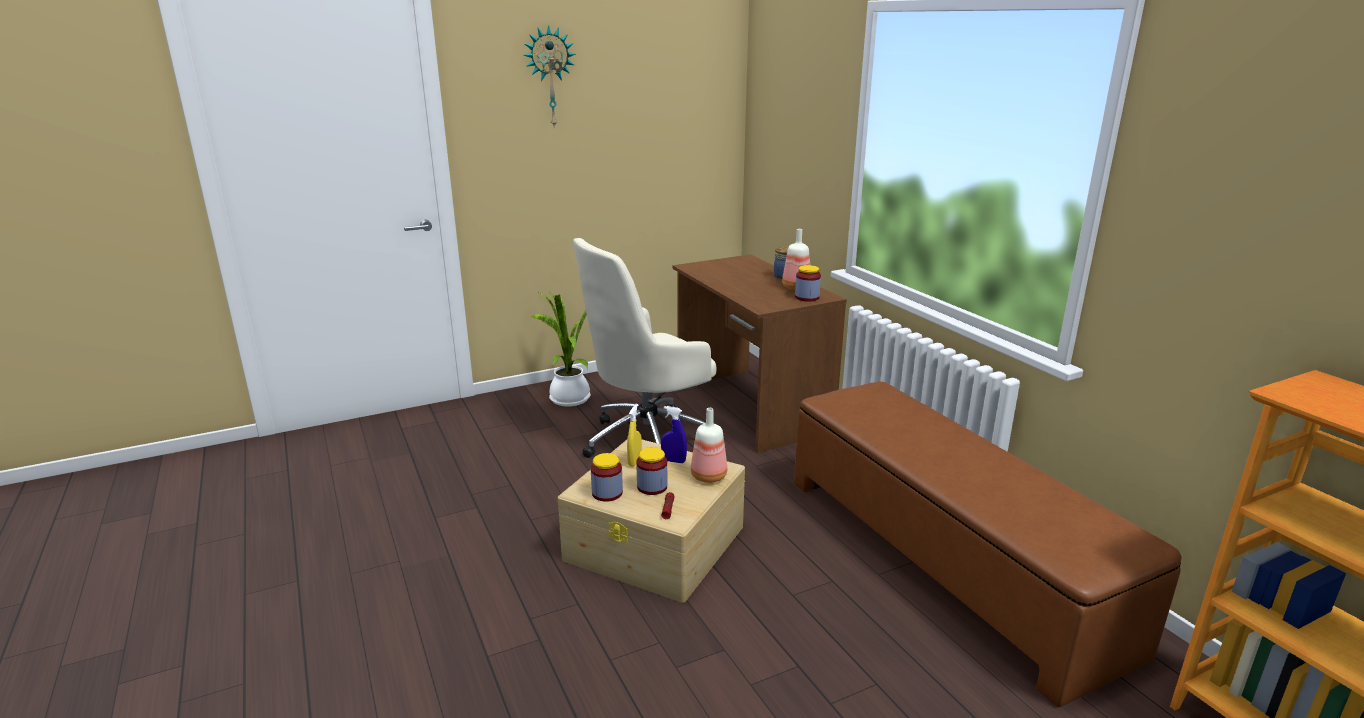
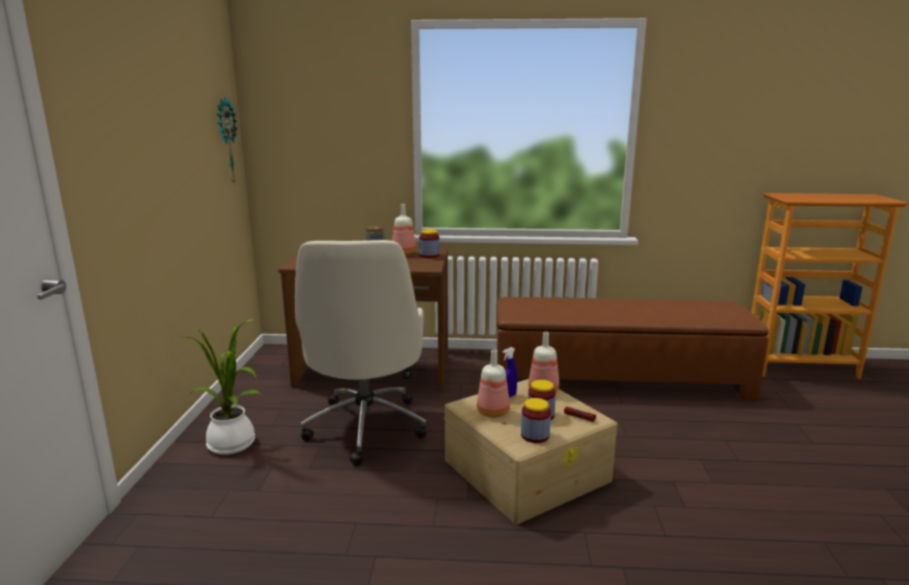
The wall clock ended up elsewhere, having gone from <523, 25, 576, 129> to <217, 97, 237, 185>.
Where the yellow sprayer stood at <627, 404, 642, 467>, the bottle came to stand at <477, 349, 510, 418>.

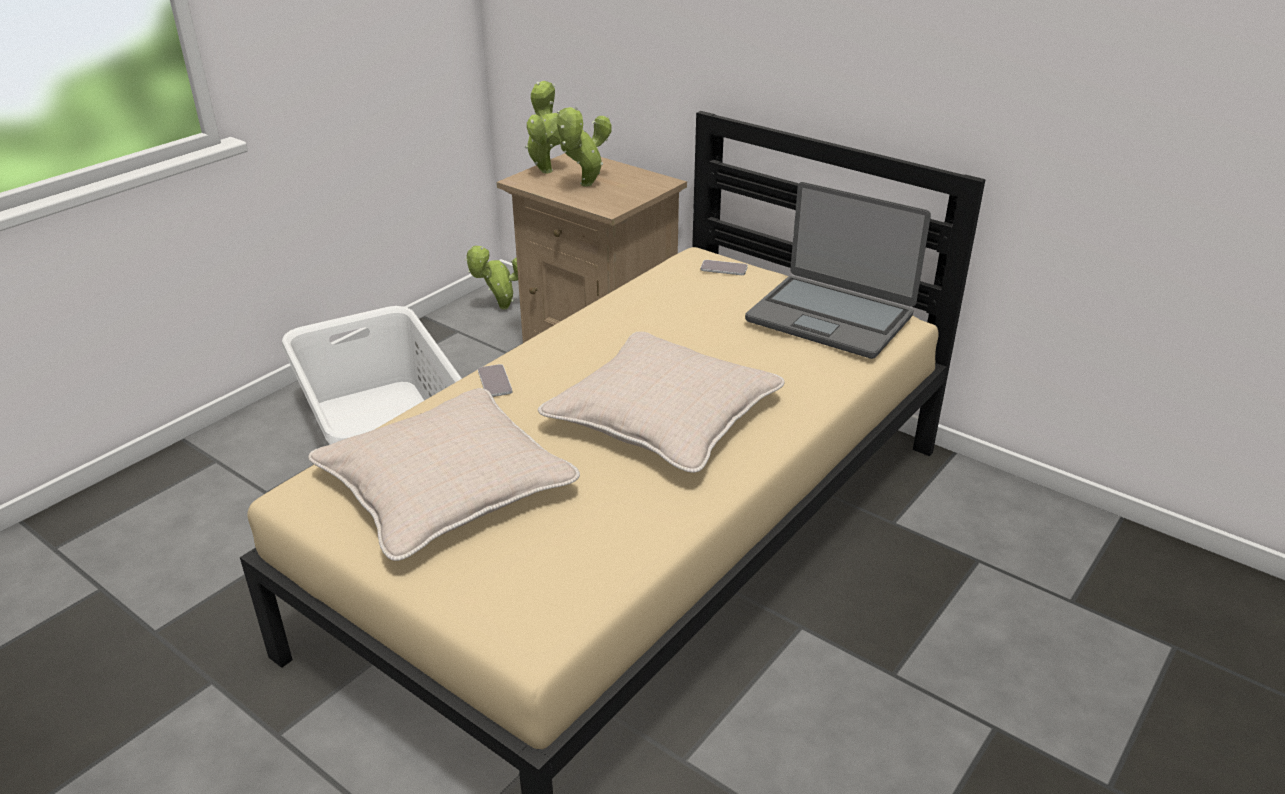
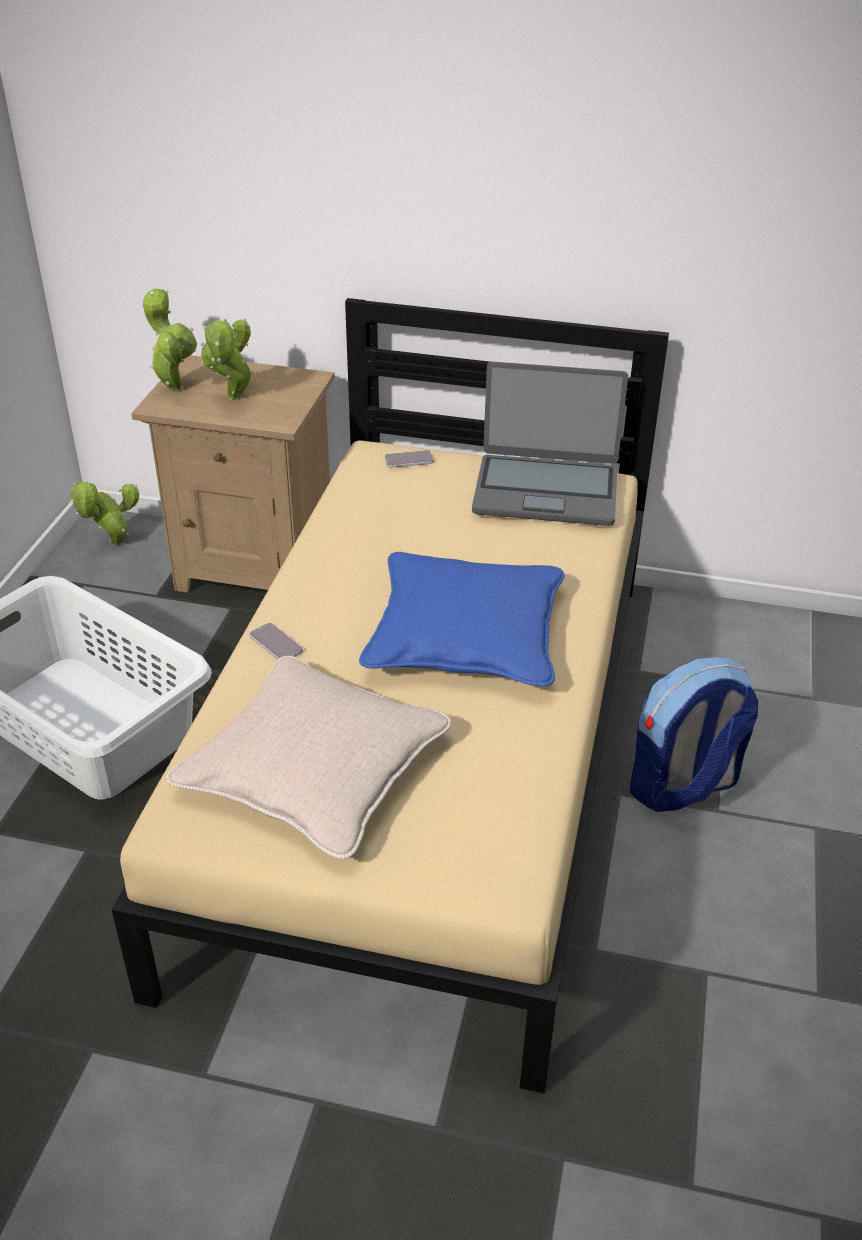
The second view gained the knapsack at <630, 657, 758, 812>.
What was the beige throw pillow at <538, 331, 785, 473> turned into the bluish throw pillow at <359, 552, 564, 686>.

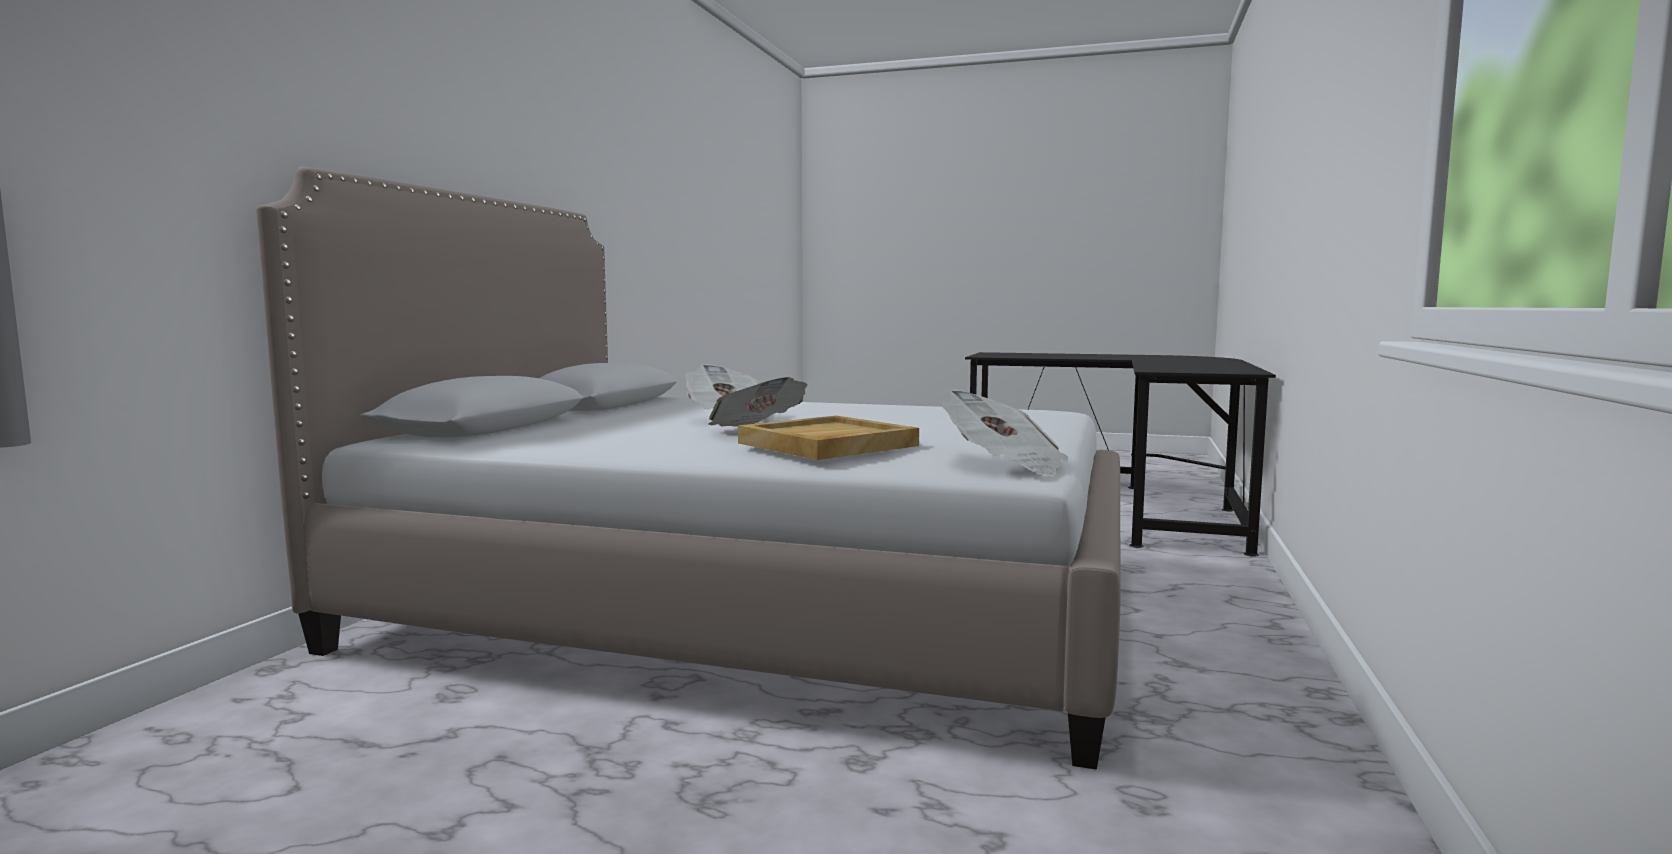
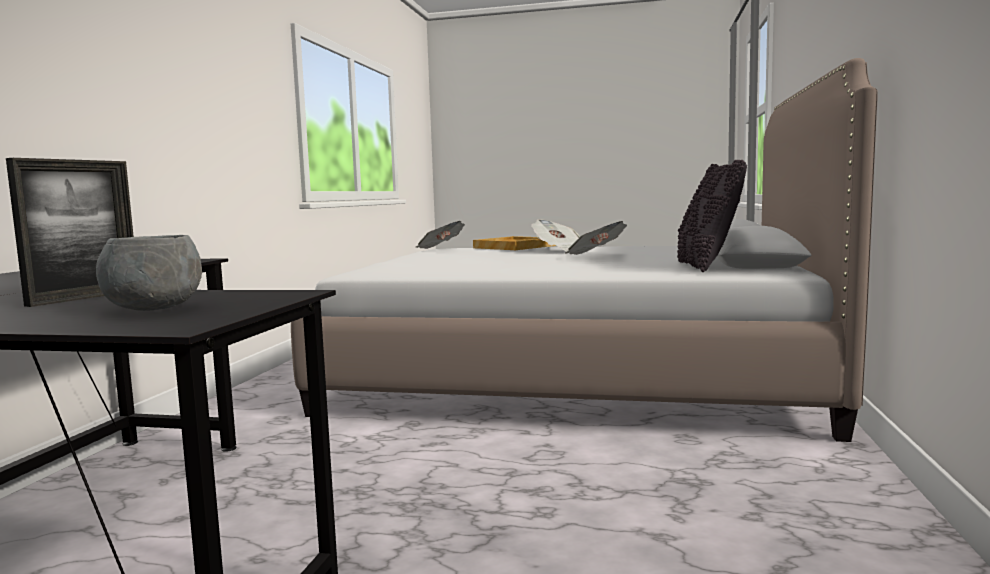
The second view gained the standing frame at <6, 158, 134, 307>.
The second view gained the gray bowl at <96, 235, 202, 311>.
The second view gained the black throw pillow at <677, 160, 747, 272>.

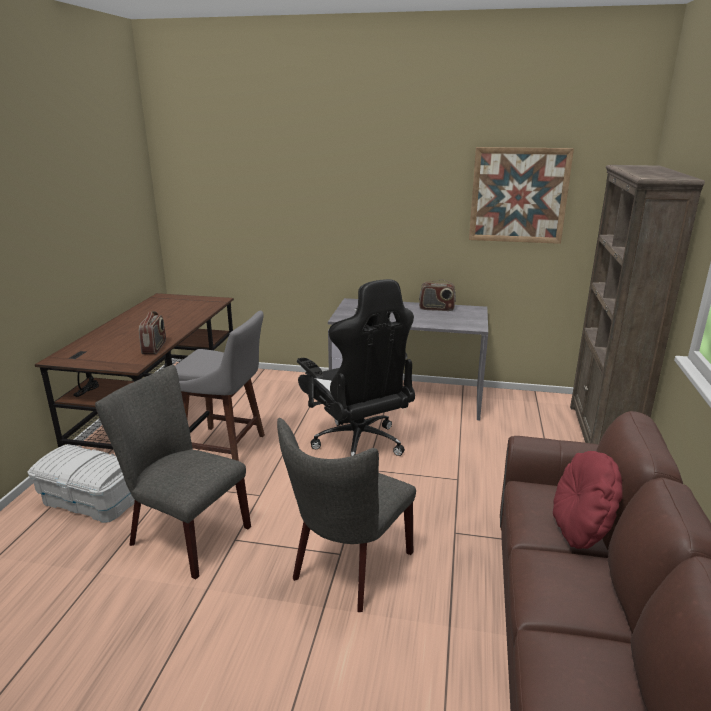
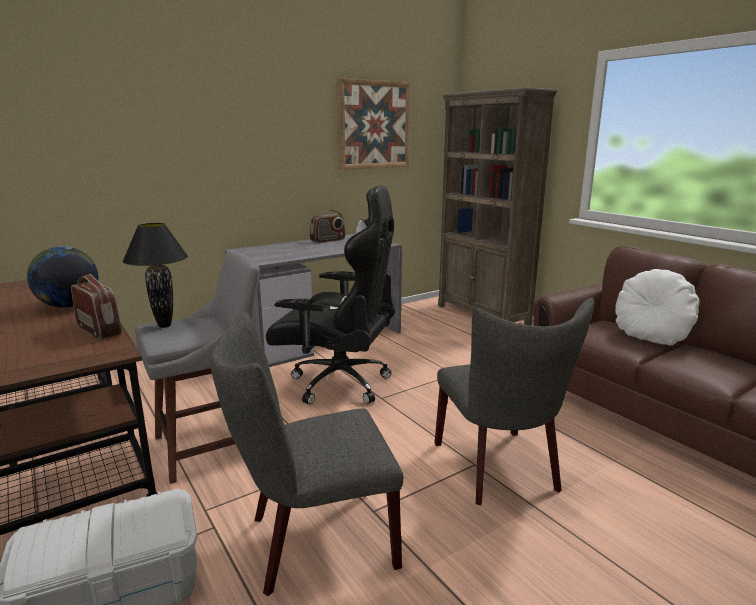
The second view gained the desk globe at <27, 246, 98, 308>.
The second view gained the black tabletop lamp at <123, 223, 188, 328>.
What was the red-coloured throw pillow at <553, 451, 623, 549> turned into the whitish throw pillow at <615, 269, 699, 346>.

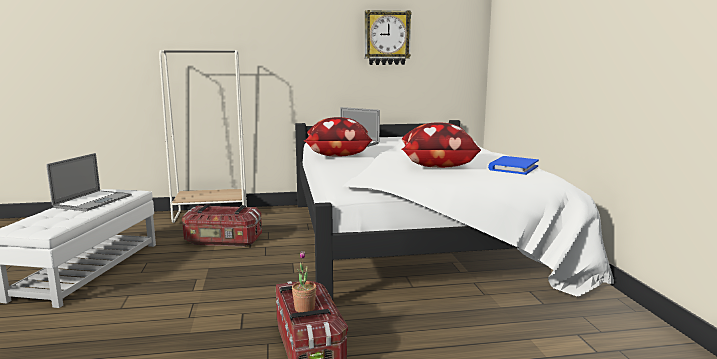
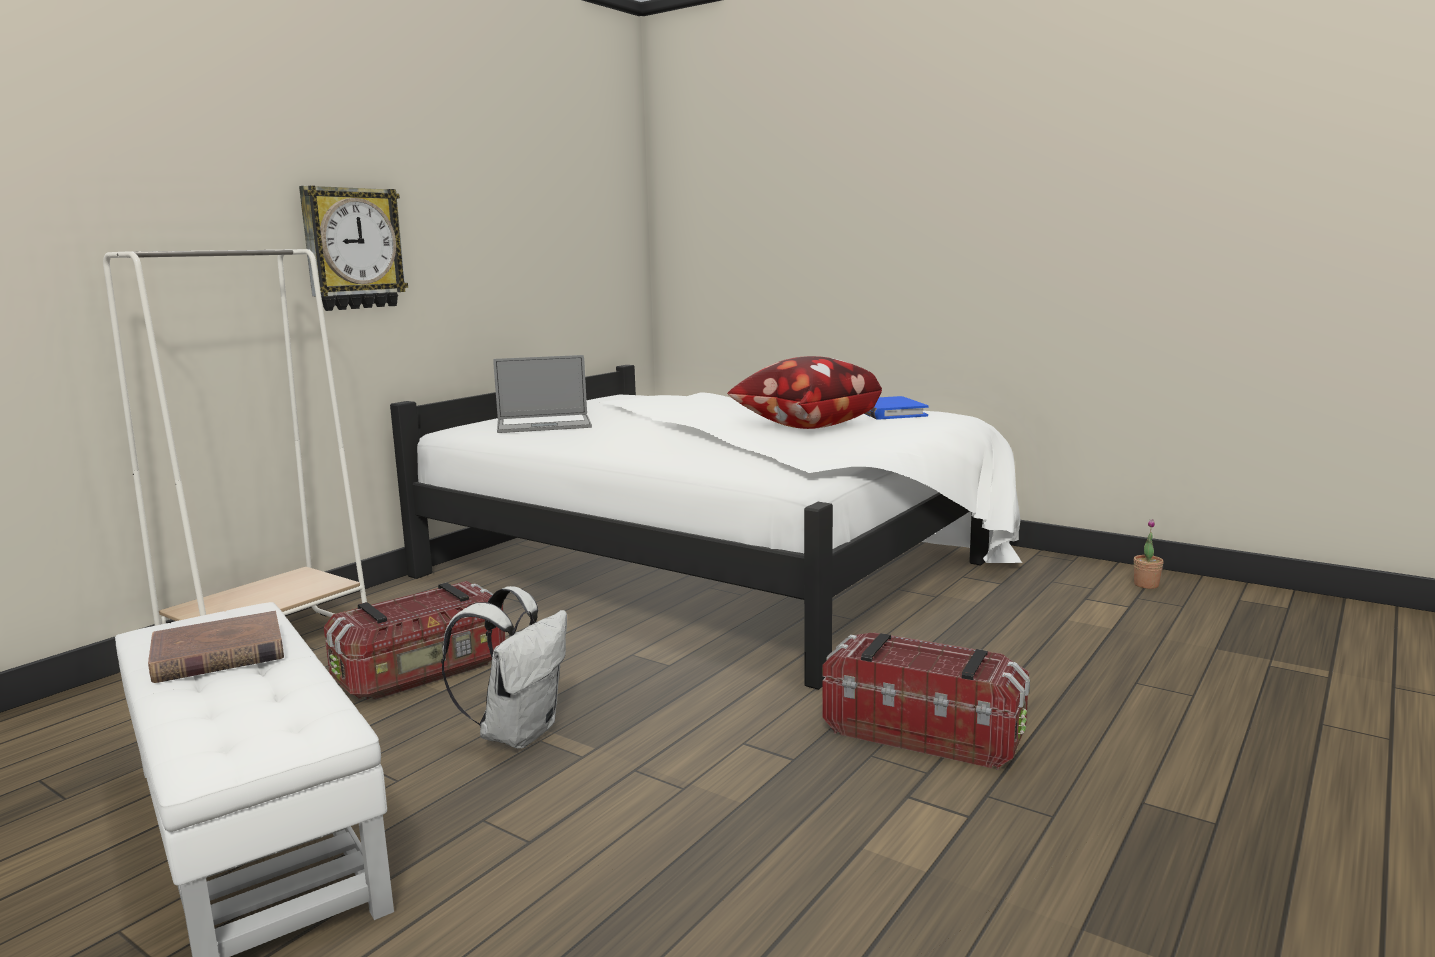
The second view lost the throw pillow at <304, 117, 372, 157>.
The second view gained the whitish knapsack at <441, 586, 567, 749>.
The houseplant ended up elsewhere, having gone from <292, 251, 316, 313> to <1134, 519, 1164, 589>.
The wall clock ended up elsewhere, having gone from <365, 10, 412, 65> to <299, 185, 408, 311>.
Where the portable computer stood at <46, 153, 132, 211>, the brown-coloured book came to stand at <148, 611, 284, 683>.

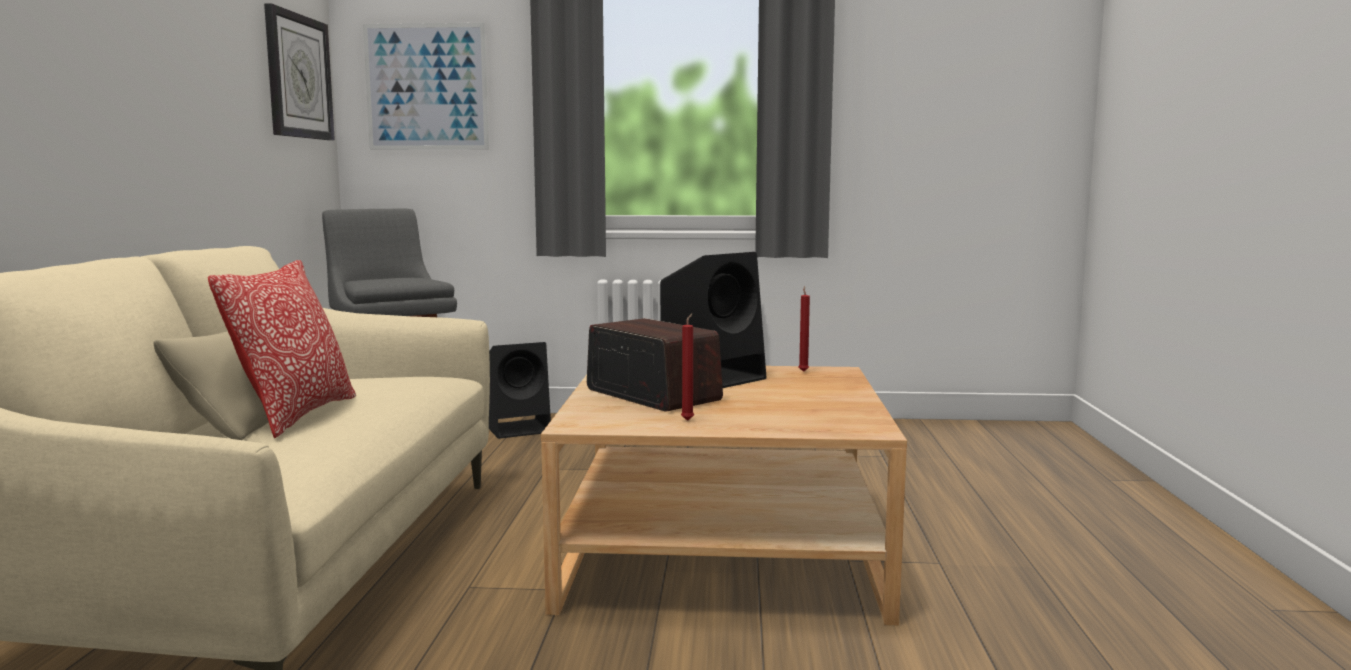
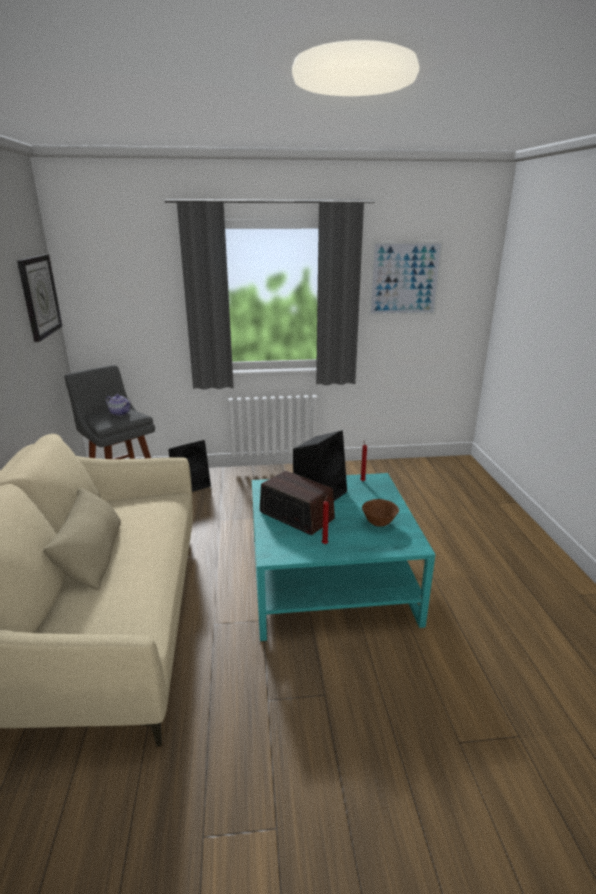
The second view lost the throw pillow at <208, 260, 356, 438>.
The second view gained the teapot at <106, 394, 131, 416>.
The second view gained the brown-coloured bowl at <362, 499, 399, 527>.
The wall art ended up elsewhere, having gone from <363, 23, 489, 150> to <368, 241, 444, 316>.
What was the beige coffee table at <541, 366, 907, 626> turned into the blue-green coffee table at <252, 473, 436, 641>.

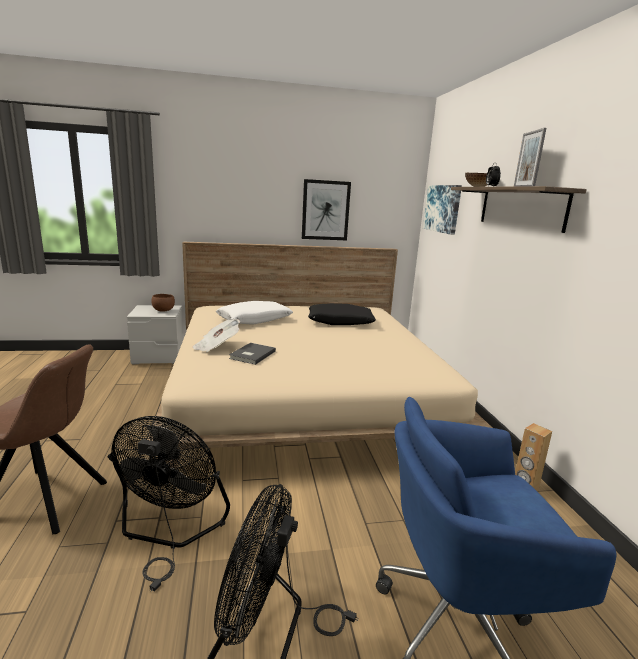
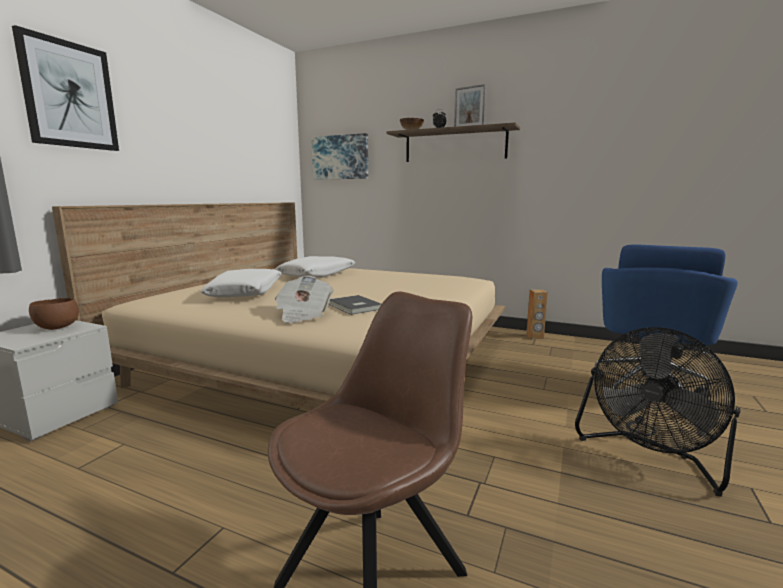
The second view lost the black electric fan at <108, 416, 230, 591>.
The wall art ended up elsewhere, having gone from <302, 179, 351, 240> to <12, 25, 119, 151>.
What was the black throw pillow at <308, 303, 376, 325> turned into the whitish throw pillow at <275, 256, 356, 278>.

